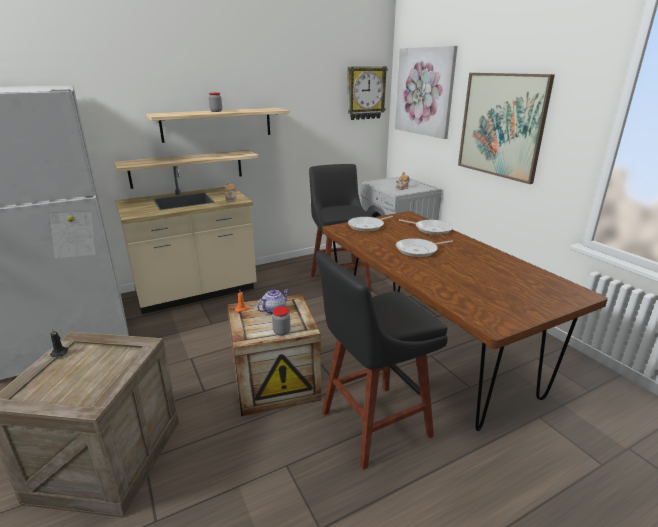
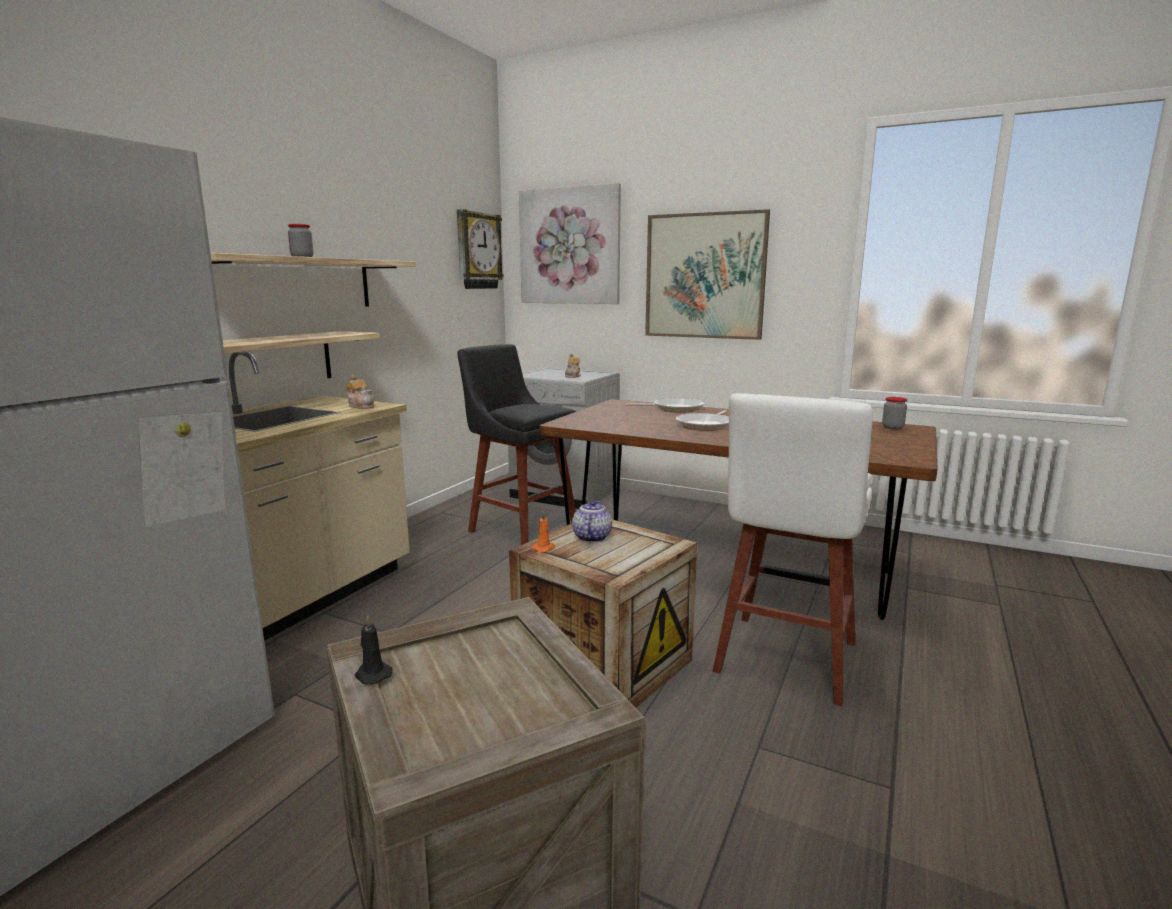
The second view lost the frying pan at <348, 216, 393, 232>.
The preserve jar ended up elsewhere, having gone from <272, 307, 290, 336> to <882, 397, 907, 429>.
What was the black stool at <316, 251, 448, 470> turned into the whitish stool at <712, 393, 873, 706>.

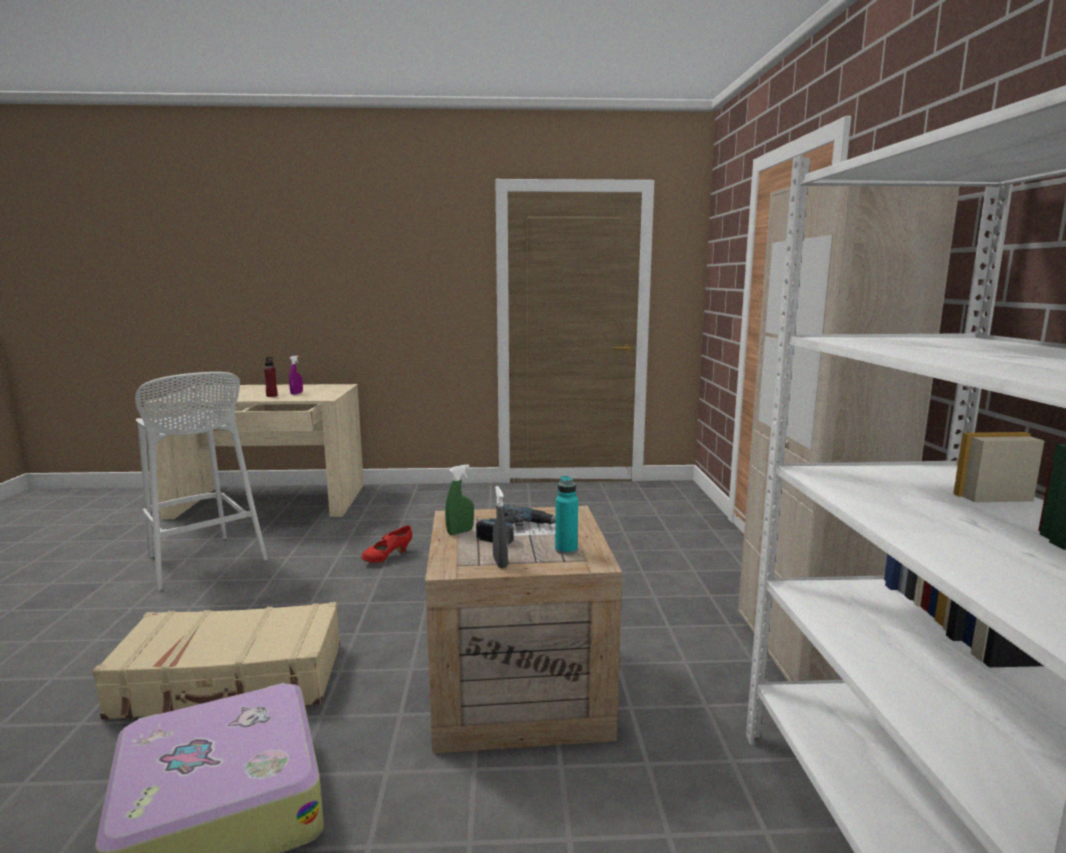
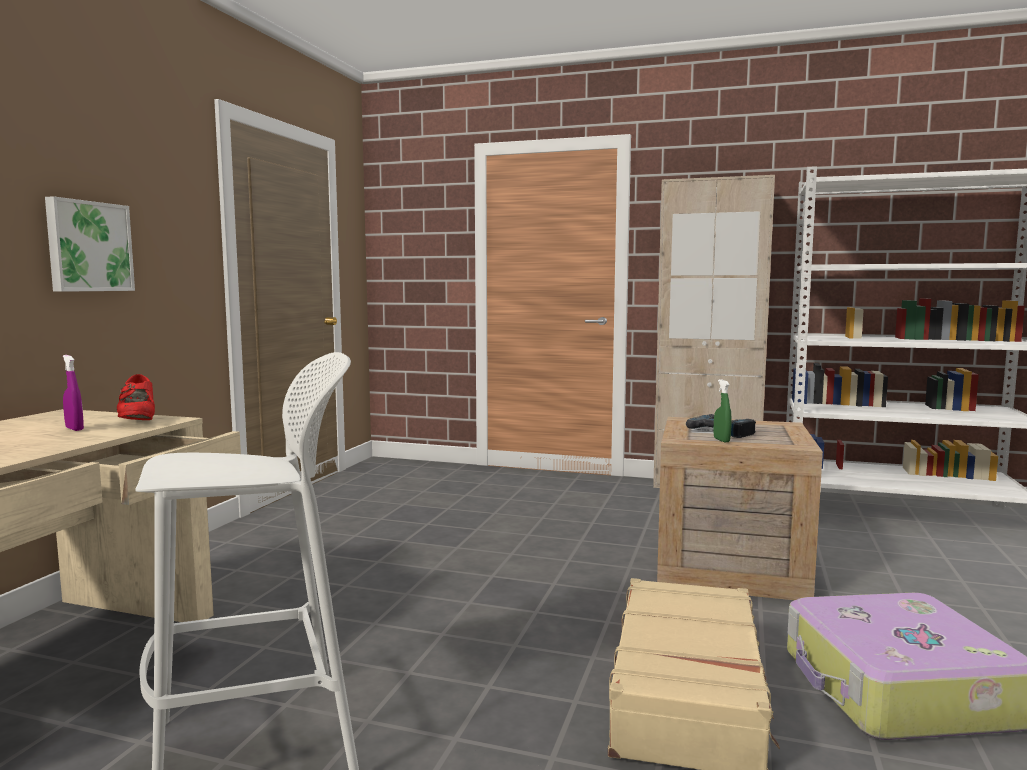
The second view lost the red-coloured bottle at <264, 357, 278, 397>.
The second view lost the gray sprayer at <493, 486, 508, 568>.
The second view lost the blue-green bottle at <555, 476, 578, 554>.
The second view gained the wall art at <45, 196, 135, 292>.
The red-coloured item of footwear ended up elsewhere, having gone from <361, 525, 412, 563> to <117, 374, 155, 420>.

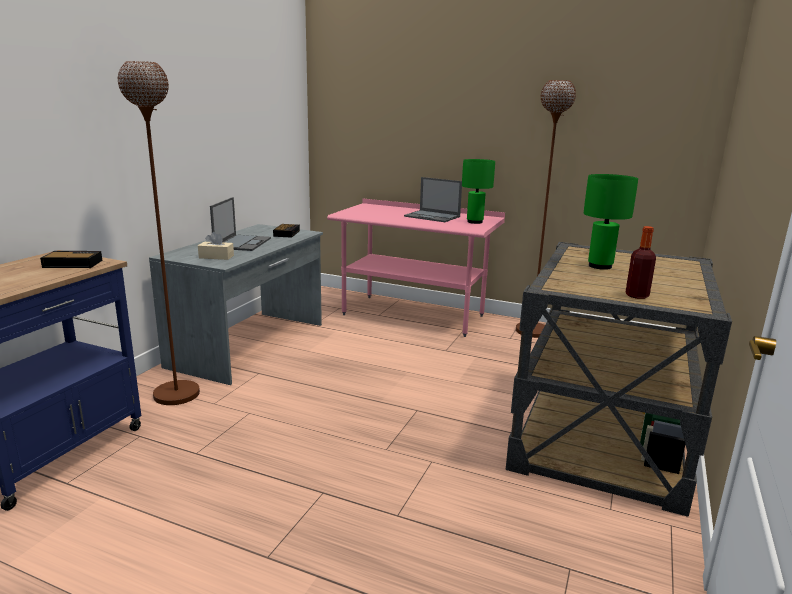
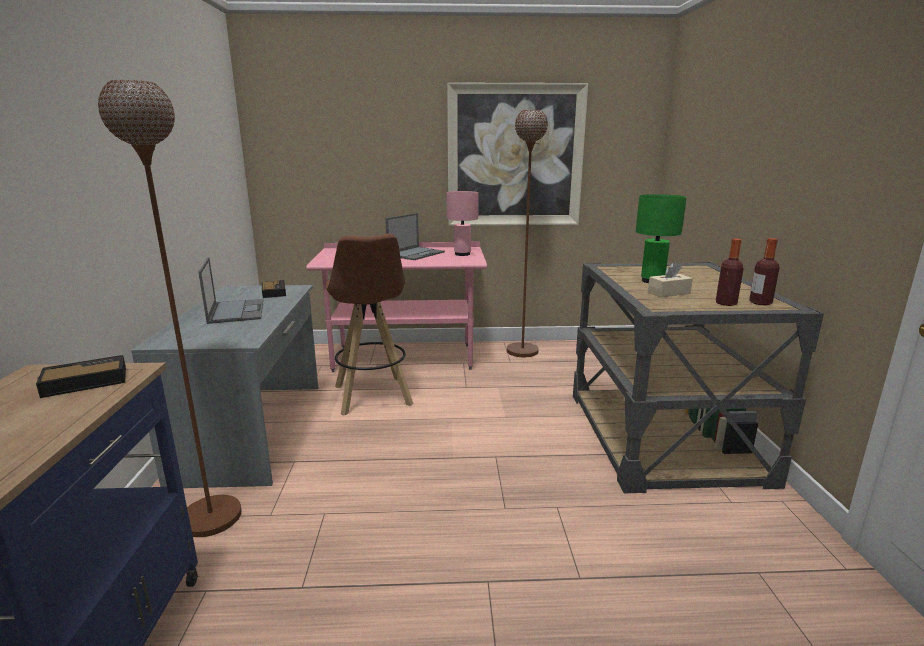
The second view gained the brown-coloured stool at <325, 234, 413, 415>.
The second view gained the wall art at <447, 82, 588, 226>.
The second view gained the bottle at <749, 238, 780, 305>.
The beige box of tissues ended up elsewhere, having gone from <198, 232, 234, 260> to <648, 262, 693, 297>.
What was the green-coloured tabletop lamp at <462, 159, 495, 224> turned into the pinkish tabletop lamp at <447, 191, 479, 256>.
The portable computer at <404, 177, 462, 222> ended up facing another way, 60 degrees counterclockwise from before.

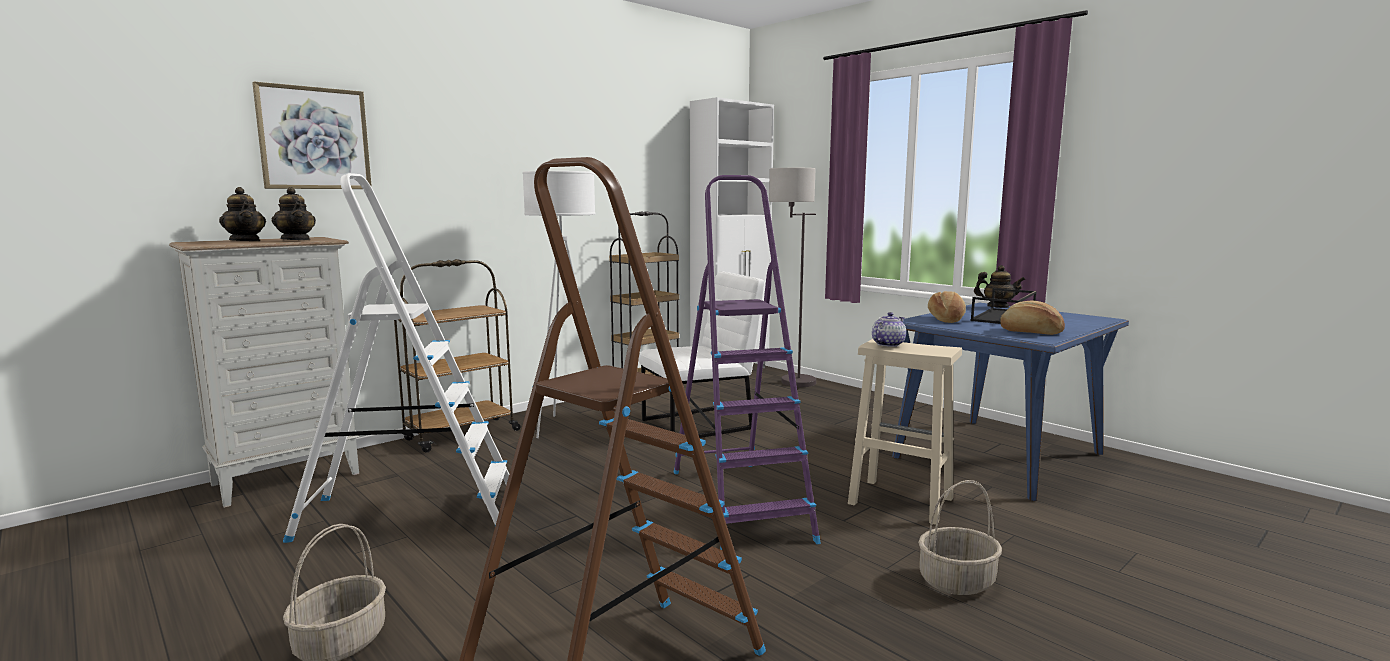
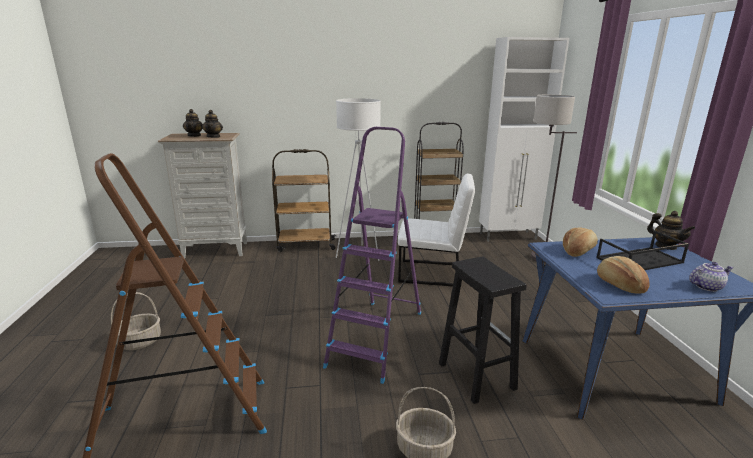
The second view lost the wall art at <252, 82, 372, 189>.
The second view lost the whitish stepladder at <283, 173, 509, 543>.
The teapot ended up elsewhere, having gone from <872, 312, 906, 347> to <689, 262, 733, 292>.
What was the beige stool at <848, 339, 962, 525> turned into the black stool at <439, 257, 527, 404>.

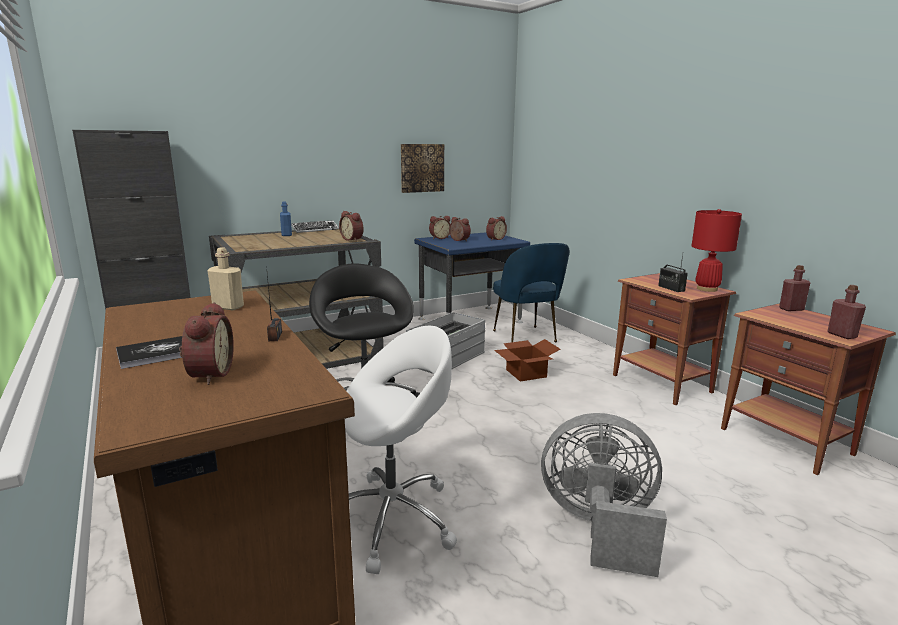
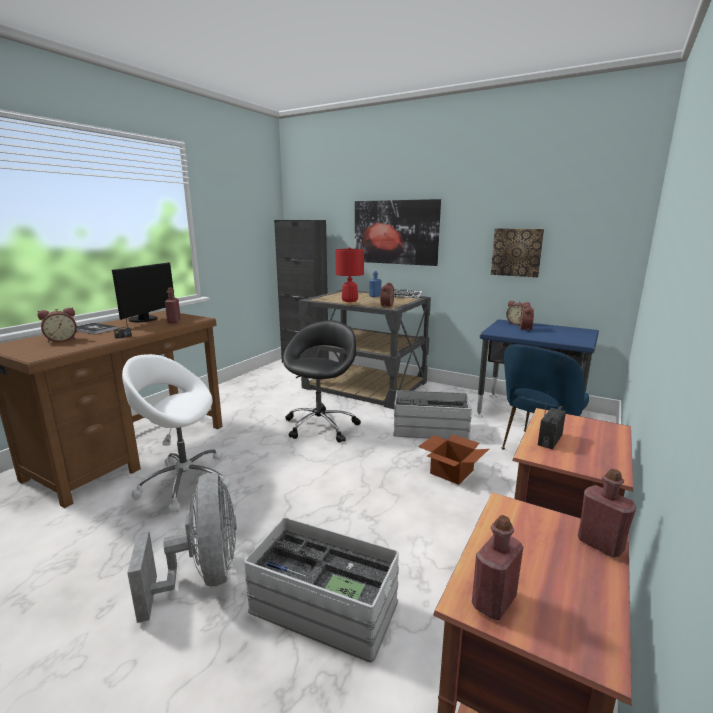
The second view lost the bedside clock at <486, 216, 507, 241>.
The second view gained the monitor at <112, 262, 173, 322>.
The second view gained the gray storage bin at <244, 518, 399, 662>.
The second view gained the wall art at <355, 199, 441, 266>.
The red-coloured tabletop lamp ended up elsewhere, having gone from <691, 209, 742, 292> to <335, 247, 364, 305>.
What was the beige bottle at <207, 247, 244, 310> turned into the red-coloured bottle at <165, 288, 181, 323>.
The whitish desk chair at <345, 326, 457, 574> ended up facing another way, 135 degrees clockwise from before.

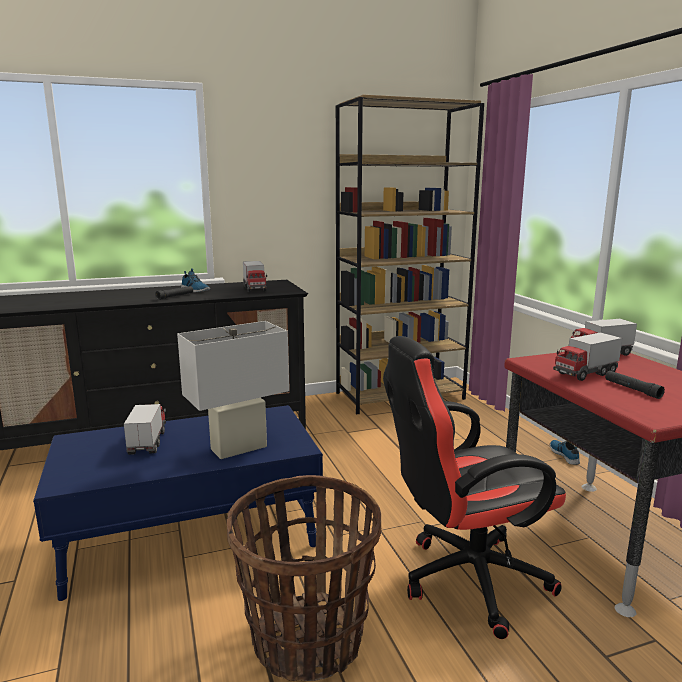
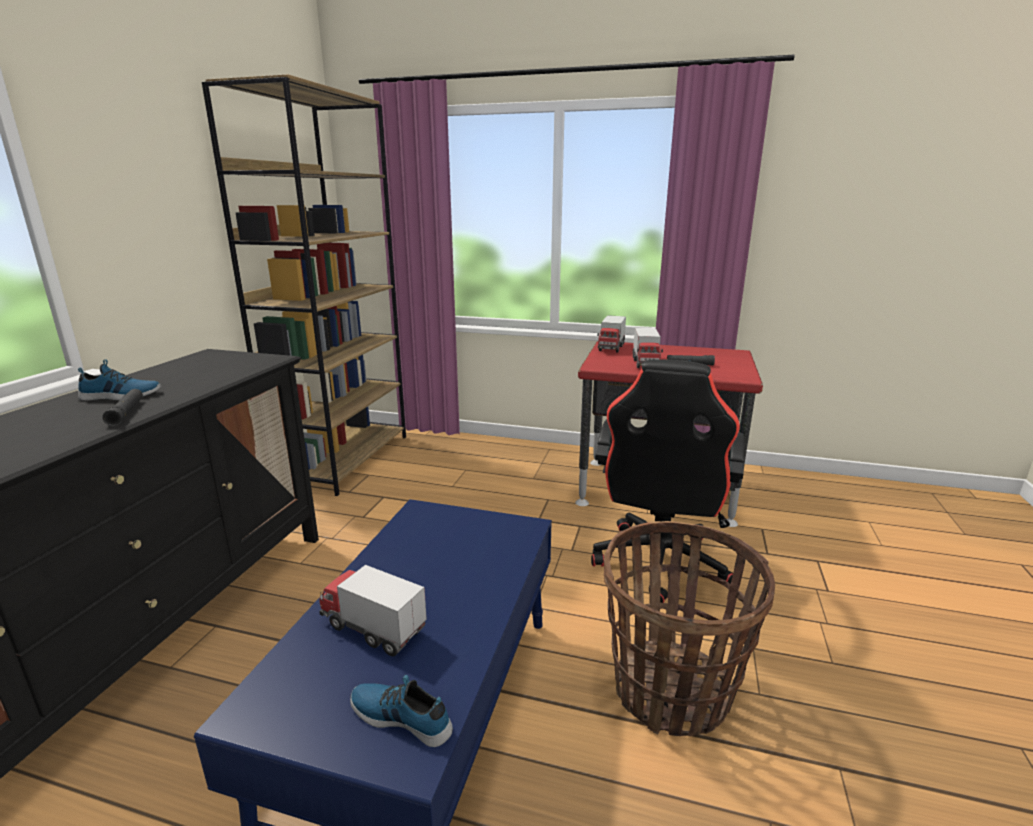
The second view lost the whitish tabletop lamp at <177, 321, 289, 459>.
The second view lost the model truck at <243, 261, 267, 292>.
The item of footwear ended up elsewhere, having gone from <550, 440, 580, 465> to <350, 675, 453, 747>.

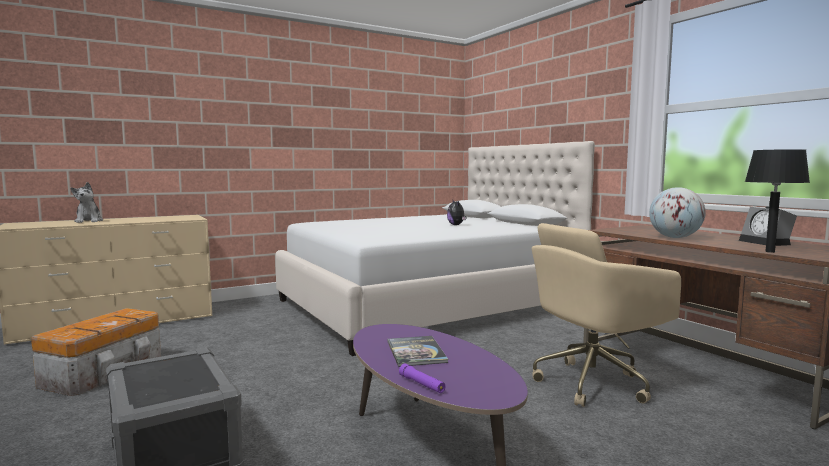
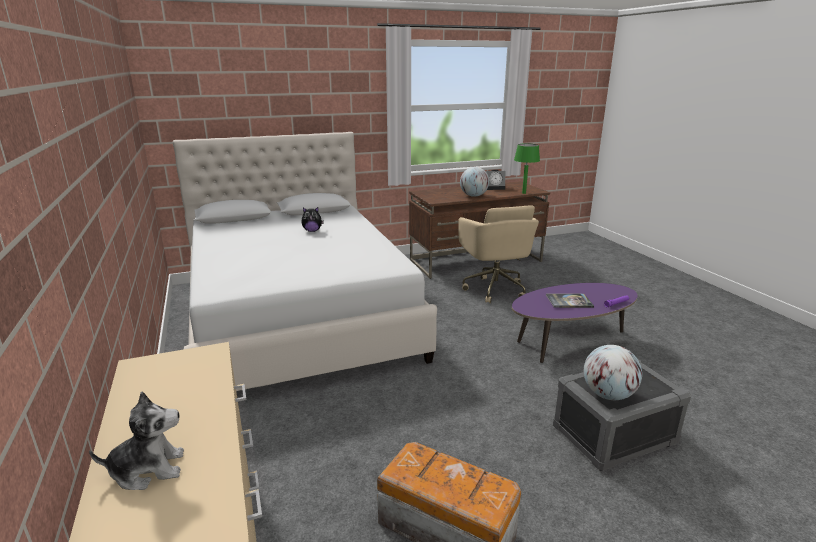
The second view gained the desk globe at <584, 345, 642, 400>.
What was the black tabletop lamp at <745, 149, 810, 253> turned into the green-coloured tabletop lamp at <514, 143, 540, 194>.

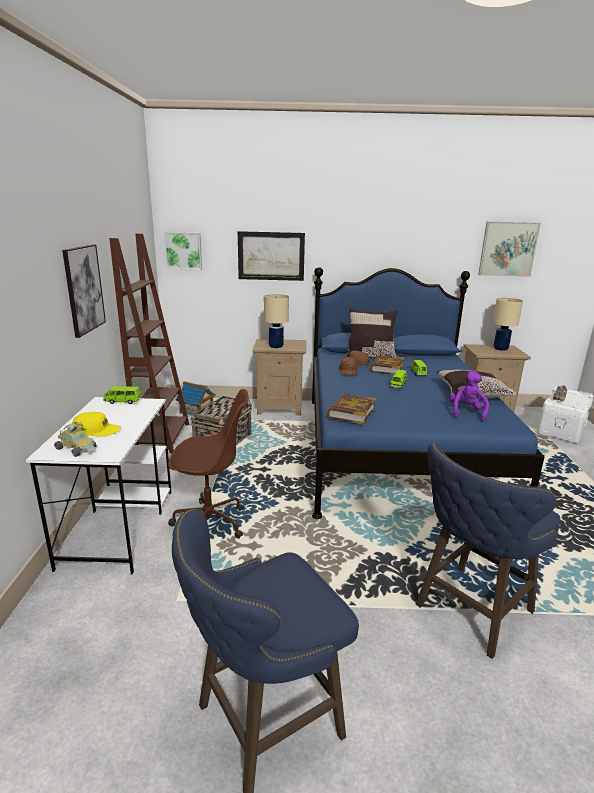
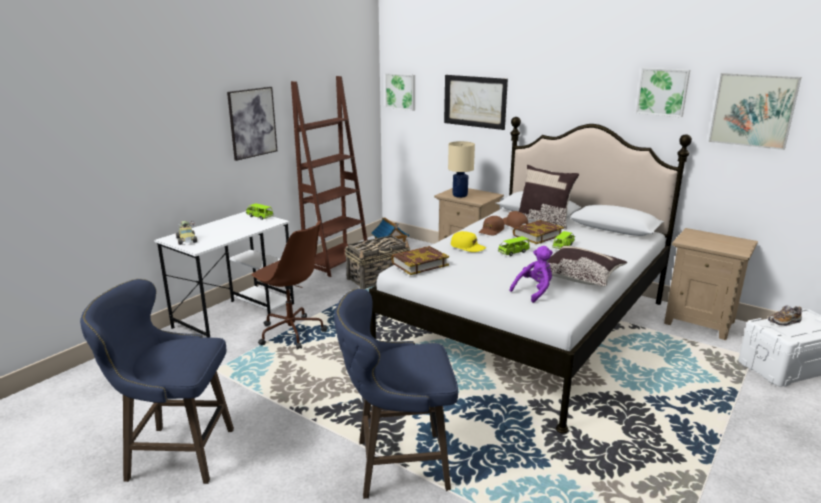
The second view lost the beige tabletop lamp at <493, 298, 523, 351>.
The second view gained the wall art at <636, 68, 690, 117>.
The yellow baseball cap ended up elsewhere, having gone from <72, 412, 121, 437> to <451, 231, 486, 252>.
What was the bluish sleeping bed at <312, 267, 545, 519> turned into the whitish sleeping bed at <369, 117, 692, 433>.

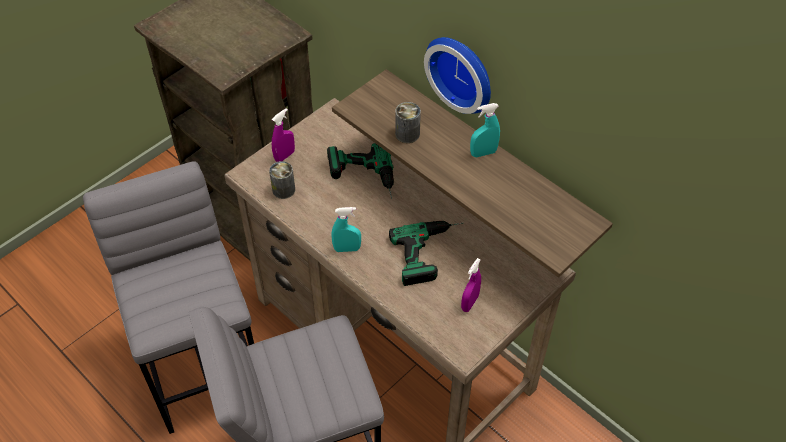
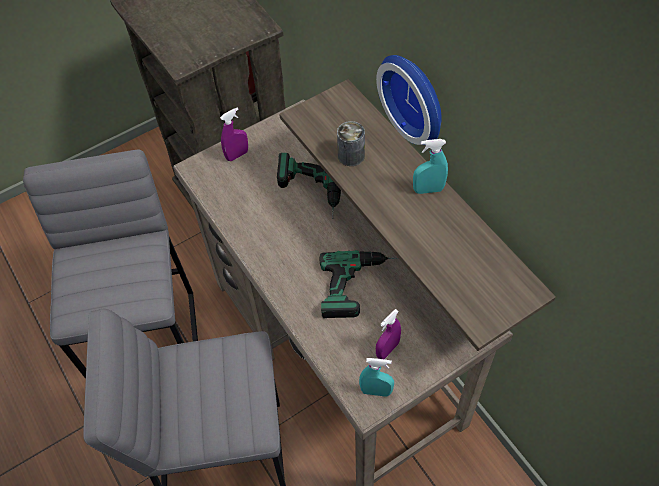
The second view lost the sealed can at <269, 161, 295, 199>.
The blue-green sprayer ended up elsewhere, having gone from <332, 207, 361, 252> to <359, 358, 394, 397>.

